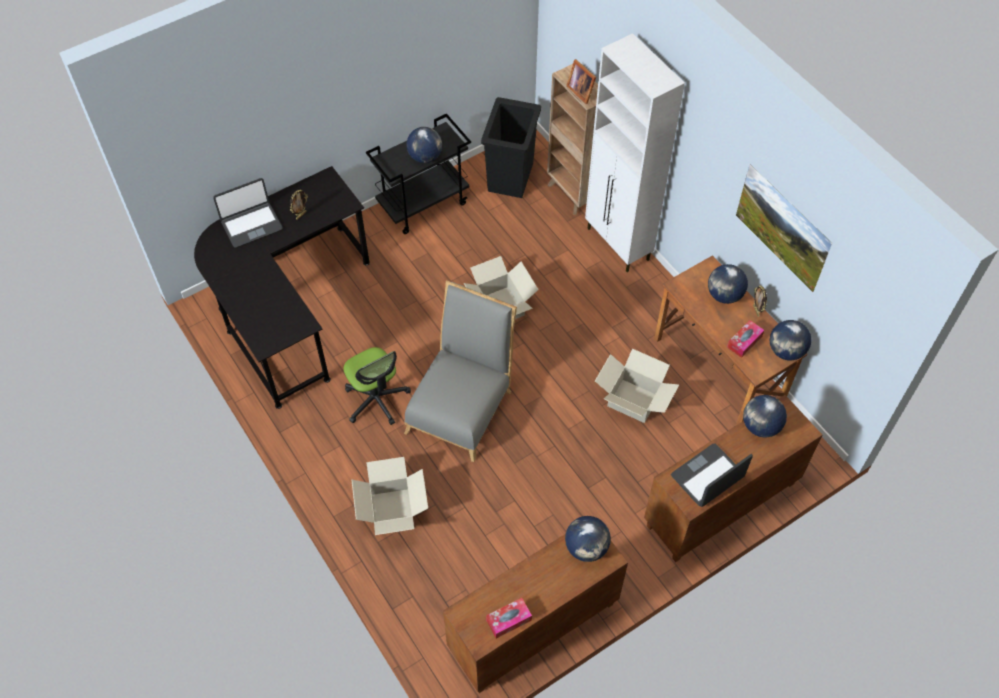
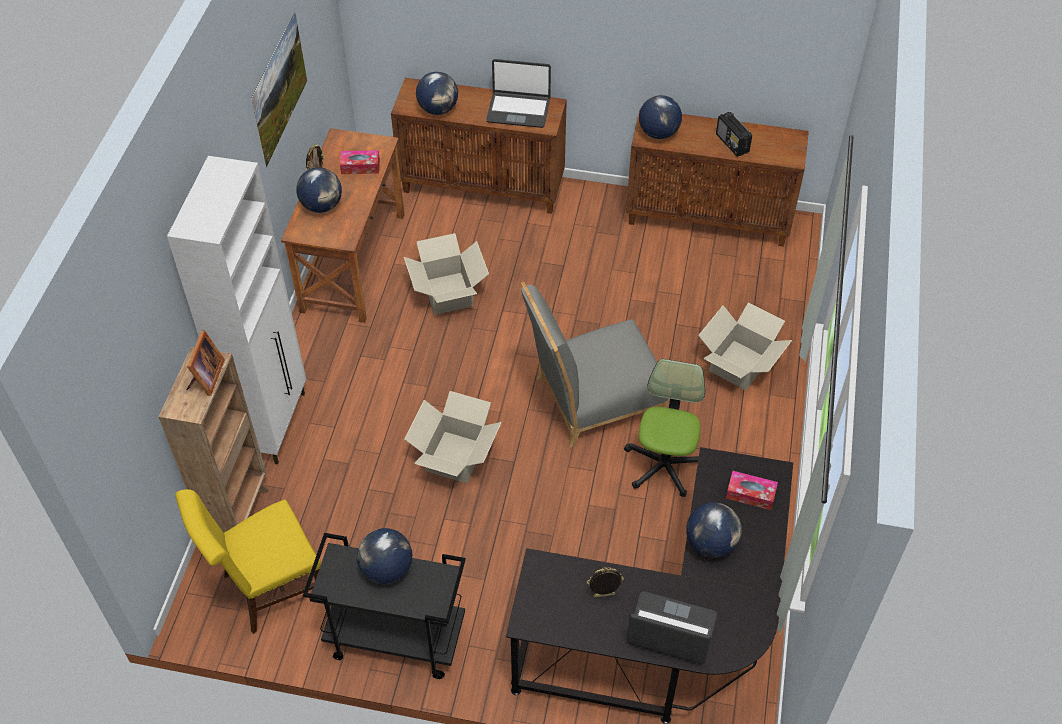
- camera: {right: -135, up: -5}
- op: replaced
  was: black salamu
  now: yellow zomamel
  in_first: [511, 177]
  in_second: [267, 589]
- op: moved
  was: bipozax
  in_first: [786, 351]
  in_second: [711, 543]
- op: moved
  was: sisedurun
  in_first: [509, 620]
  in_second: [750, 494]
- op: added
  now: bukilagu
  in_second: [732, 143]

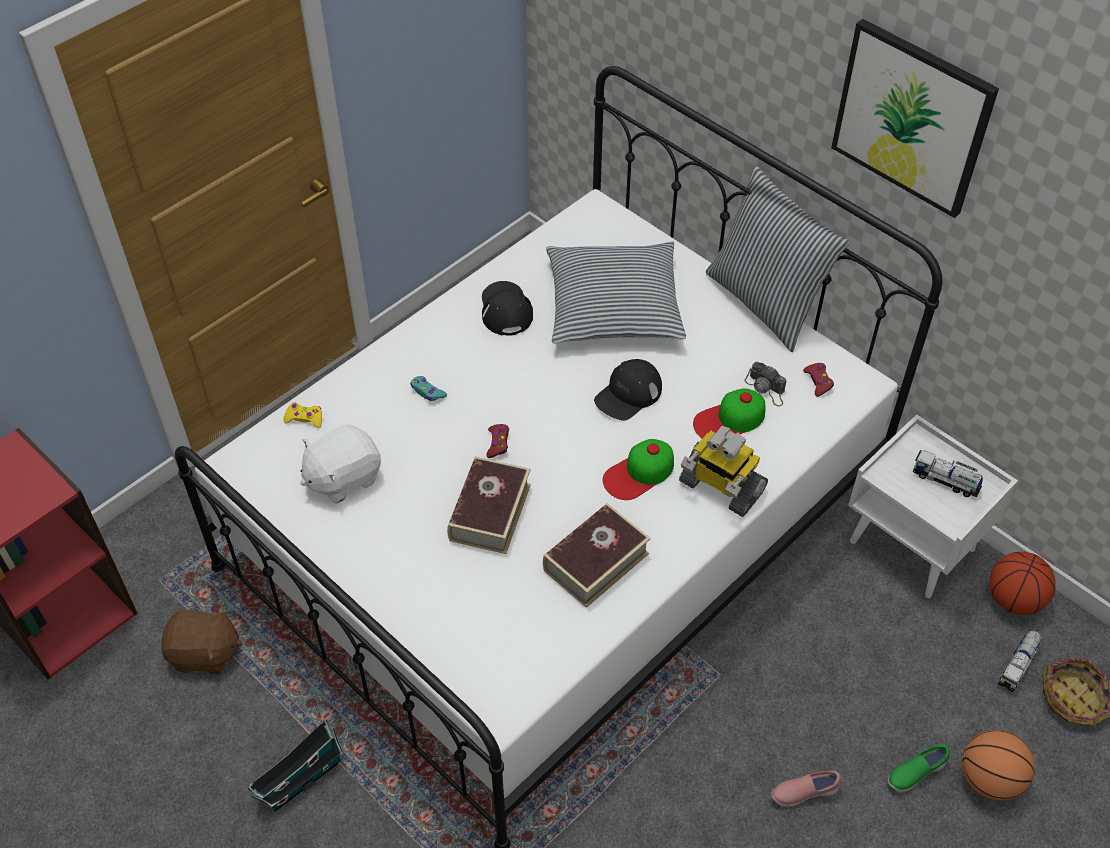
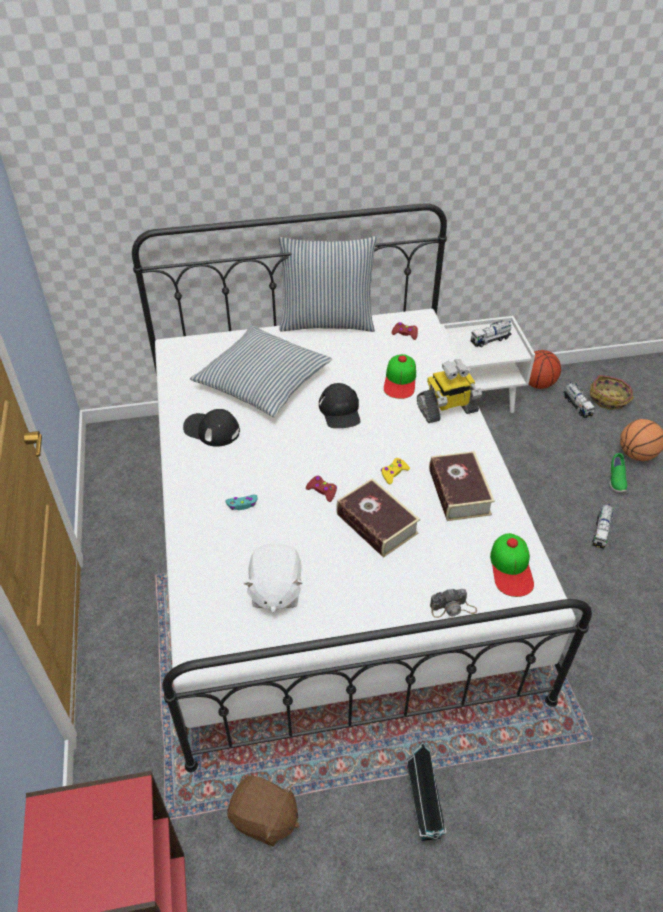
- camera: {right: -55, up: -5}
- op: removed
  was: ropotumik
  in_first: [912, 117]
- op: moved
  was: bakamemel
  in_first: [766, 389]
  in_second: [453, 608]
- op: moved
  was: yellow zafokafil
  in_first: [304, 418]
  in_second: [393, 473]
- op: moved
  was: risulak
  in_first: [639, 473]
  in_second: [511, 568]
- op: turned
  was: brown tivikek
  in_first: [204, 654]
  in_second: [264, 819]
  clockwise: 75
- op: replaced
  was: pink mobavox
  now: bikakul
  in_first: [803, 792]
  in_second: [601, 531]

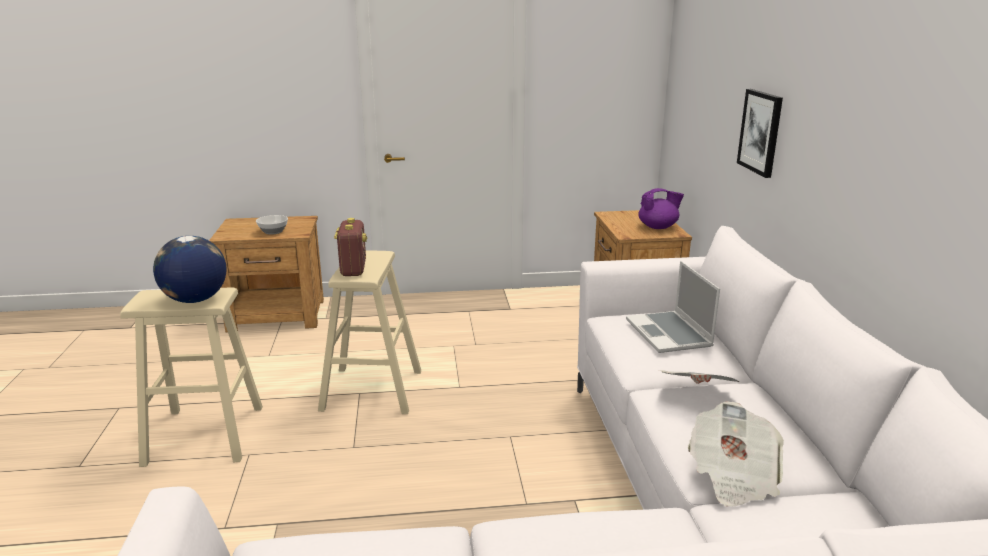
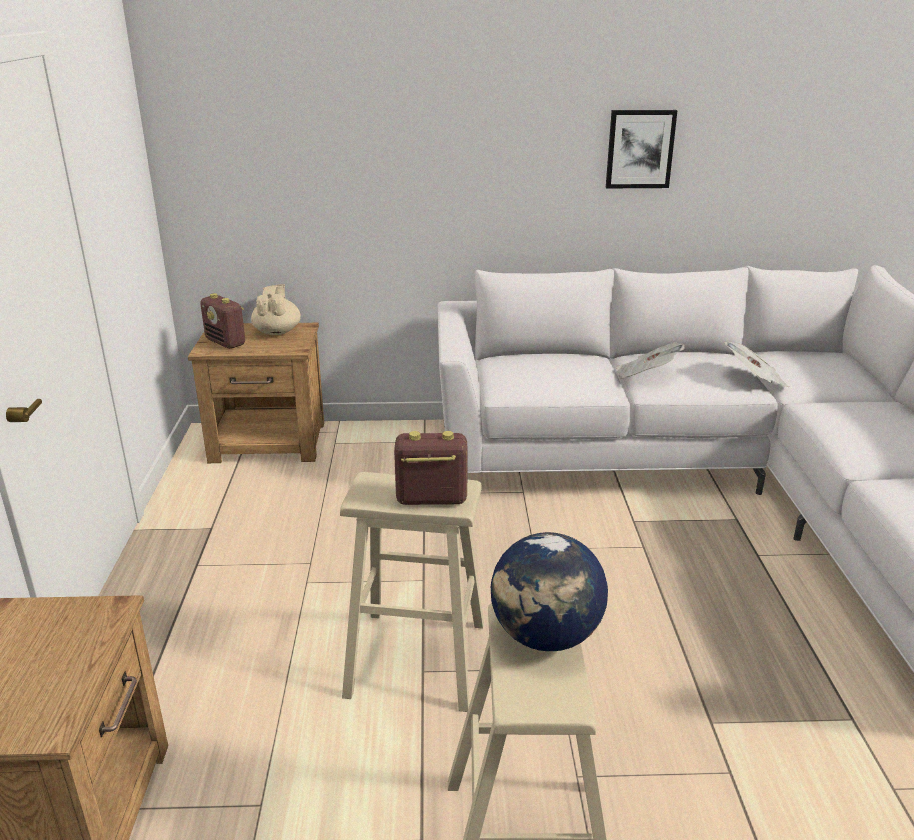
- camera: {right: -85, up: 5}
- op: moved
  was: ropotumik
  in_first: [760, 132]
  in_second: [640, 149]
- op: recoloured
  was: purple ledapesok
  now: beige ledapesok
  in_first: [658, 227]
  in_second: [277, 332]
- op: removed
  was: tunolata
  in_first: [272, 232]
- op: removed
  was: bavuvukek
  in_first: [670, 334]
- op: added
  now: bukilagu
  in_second: [226, 342]

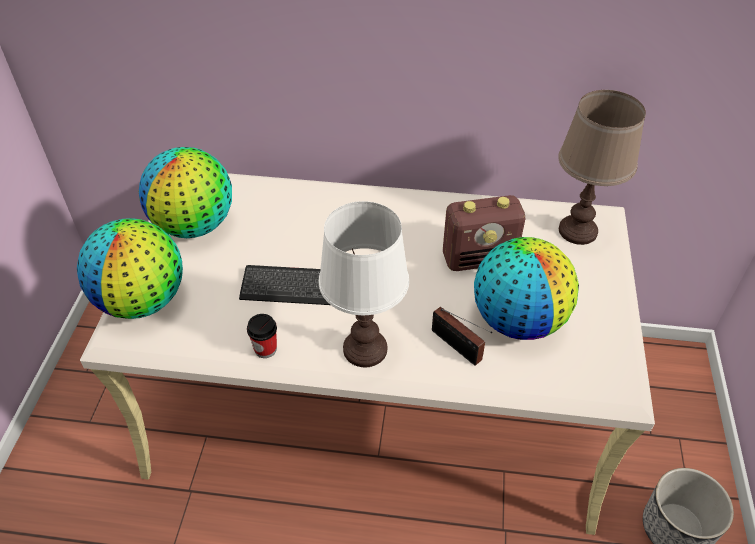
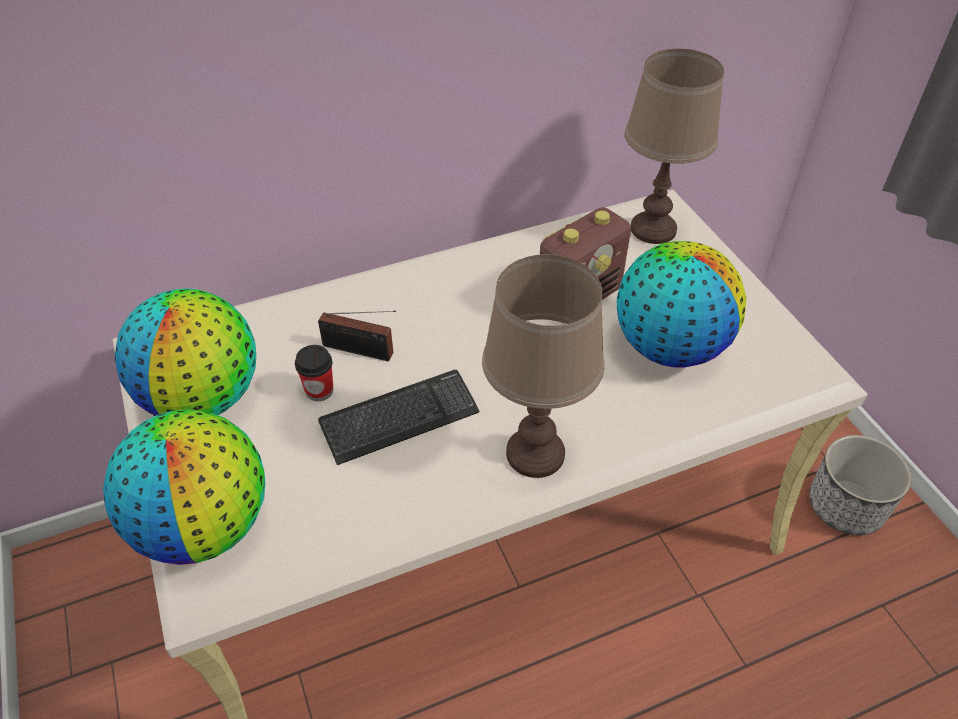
- camera: {right: -30, up: 0}
- op: recoloured
  was: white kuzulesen
  now: brown kuzulesen
  in_first: [364, 349]
  in_second: [535, 454]
- op: moved
  was: bukilagu
  in_first: [458, 348]
  in_second: [361, 351]
- op: moved
  was: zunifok
  in_first: [265, 349]
  in_second: [319, 390]

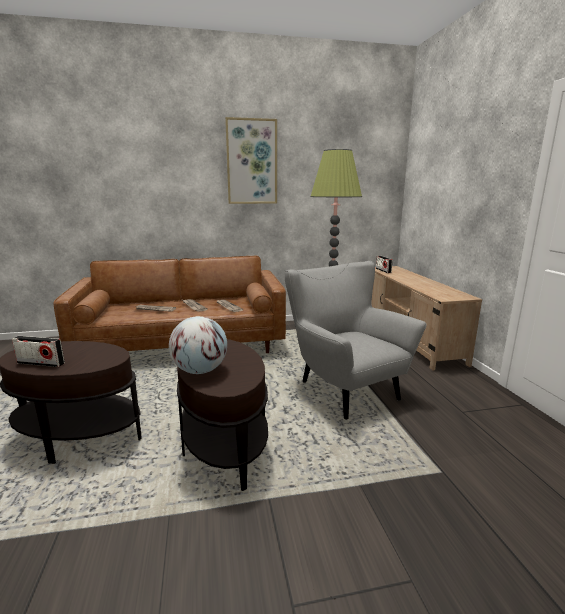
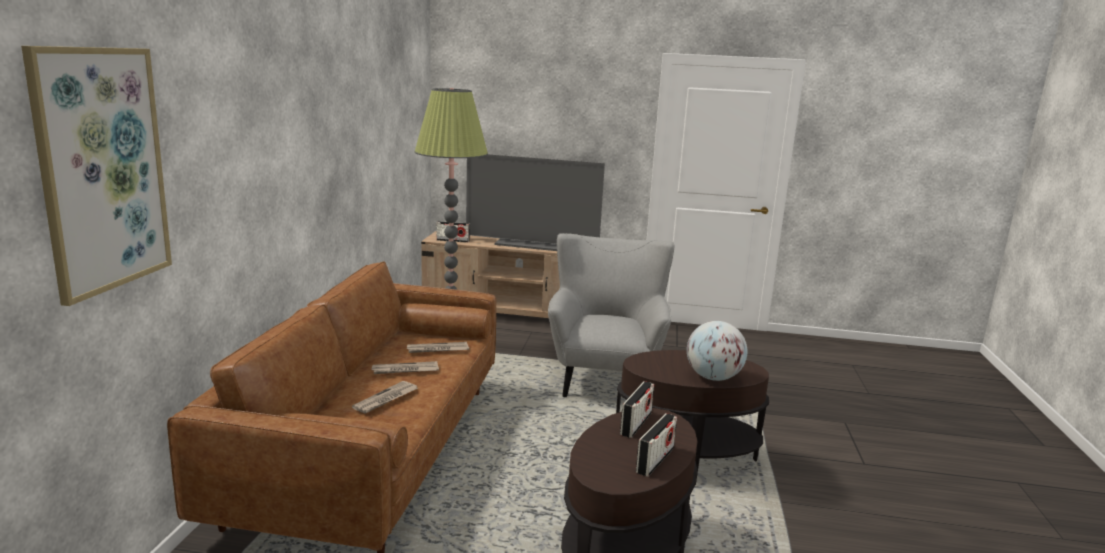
- camera: {right: -70, up: 0}
- op: moved
  was: ropotumik
  in_first: [252, 162]
  in_second: [102, 170]
- op: turned
  was: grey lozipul
  in_first: [342, 387]
  in_second: [605, 377]
  clockwise: 105
- op: added
  now: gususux
  in_second: [532, 244]
- op: added
  now: bukilagu
  in_second: [636, 424]

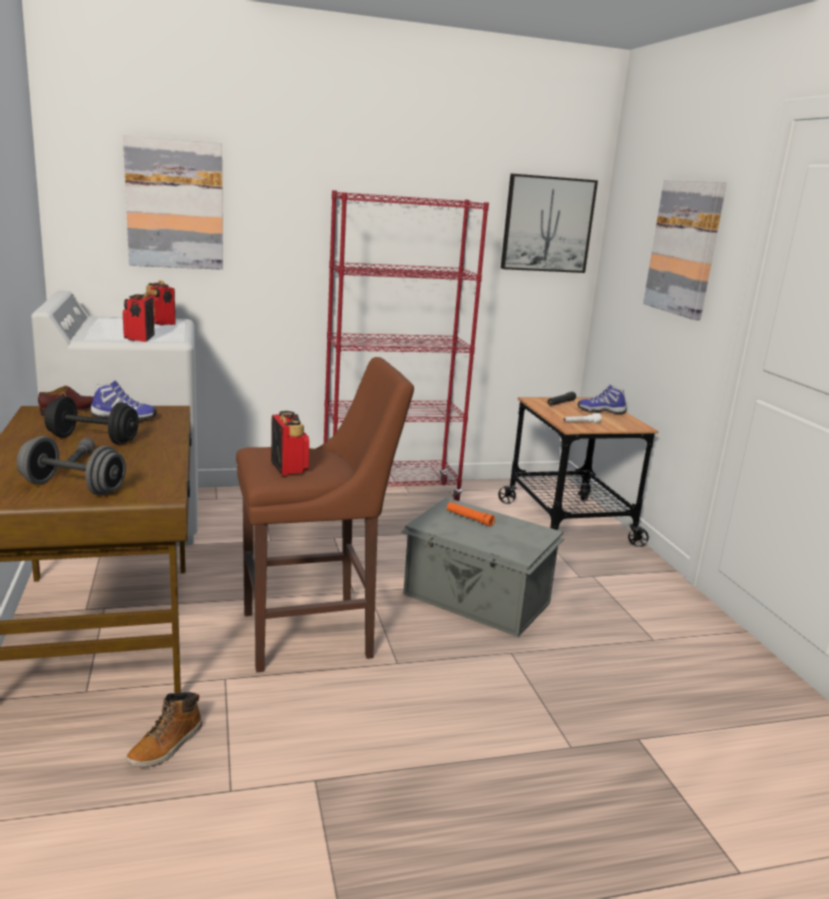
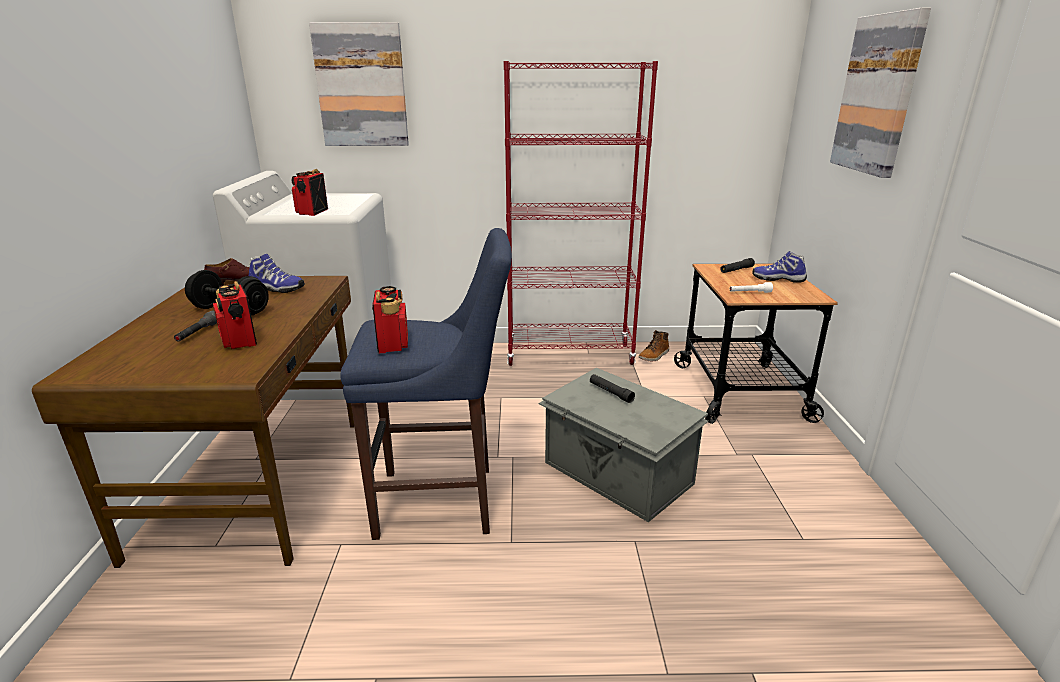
- camera: {right: 15, up: 5}
- op: removed
  was: ropotumik
  in_first: [547, 224]
- op: moved
  was: bukilagu
  in_first: [159, 323]
  in_second: [239, 341]
- op: recoloured
  was: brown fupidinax
  now: blue fupidinax
  in_first: [314, 634]
  in_second: [443, 501]
- op: removed
  was: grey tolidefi
  in_first: [73, 488]
- op: recoloured
  was: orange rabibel
  now: black rabibel
  in_first: [469, 518]
  in_second: [610, 392]
- op: moved
  was: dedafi
  in_first: [167, 745]
  in_second: [654, 356]

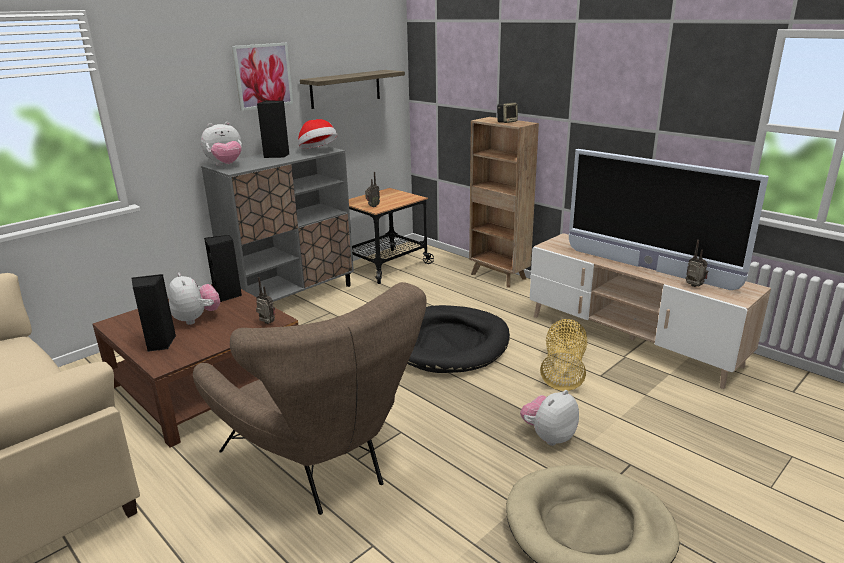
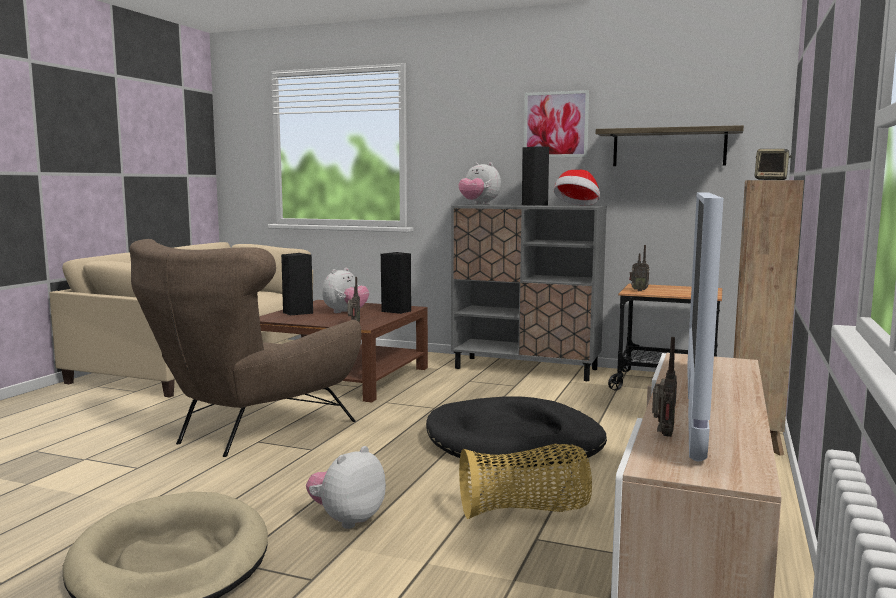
- camera: {right: 65, up: -15}
- op: turned
  was: tivikek
  in_first: [548, 436]
  in_second: [347, 520]
  clockwise: -75

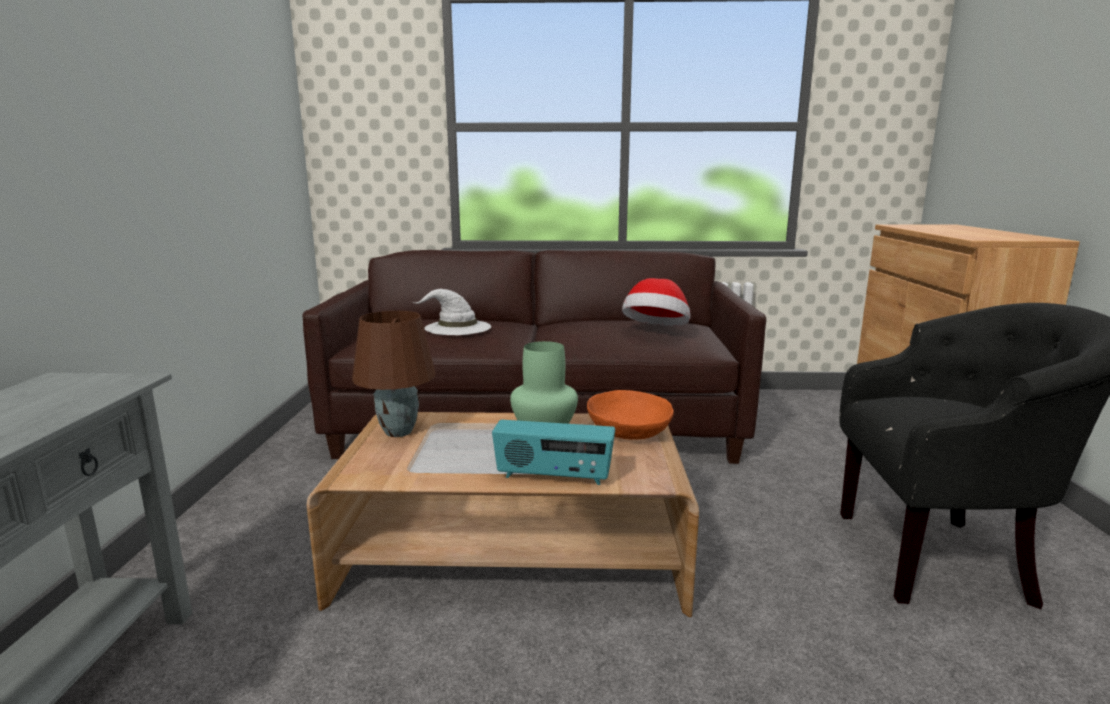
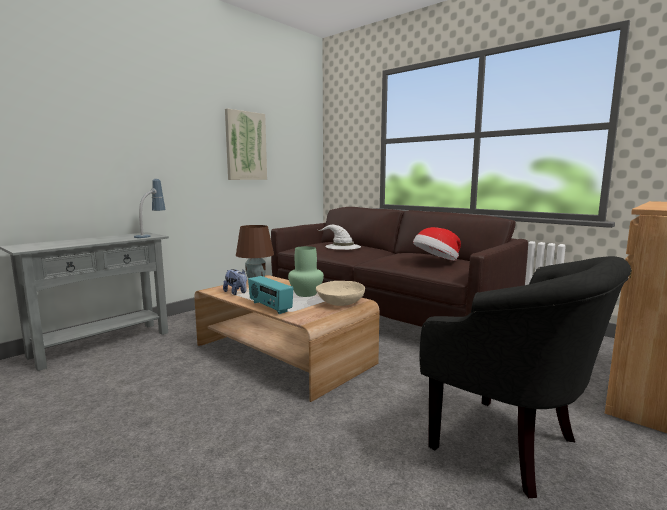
- camera: {right: 40, up: -5}
- op: recoloured
  was: orange tunolata
  now: beige tunolata
  in_first: [628, 432]
  in_second: [340, 302]
- op: added
  now: ropotumik
  in_second: [245, 146]
- op: added
  now: kuzulesen
  in_second: [151, 235]
- op: added
  now: tivikek
  in_second: [236, 293]

